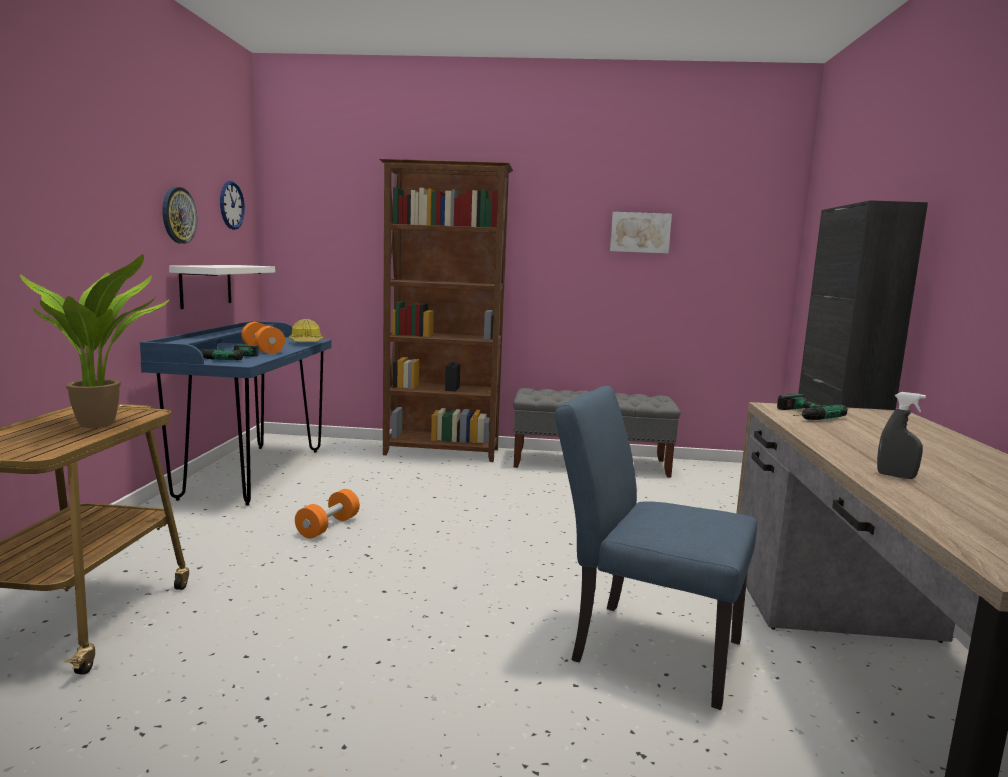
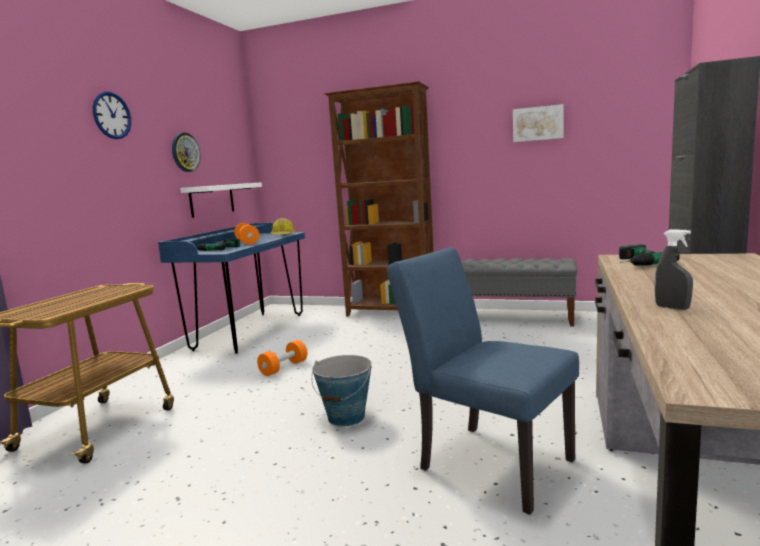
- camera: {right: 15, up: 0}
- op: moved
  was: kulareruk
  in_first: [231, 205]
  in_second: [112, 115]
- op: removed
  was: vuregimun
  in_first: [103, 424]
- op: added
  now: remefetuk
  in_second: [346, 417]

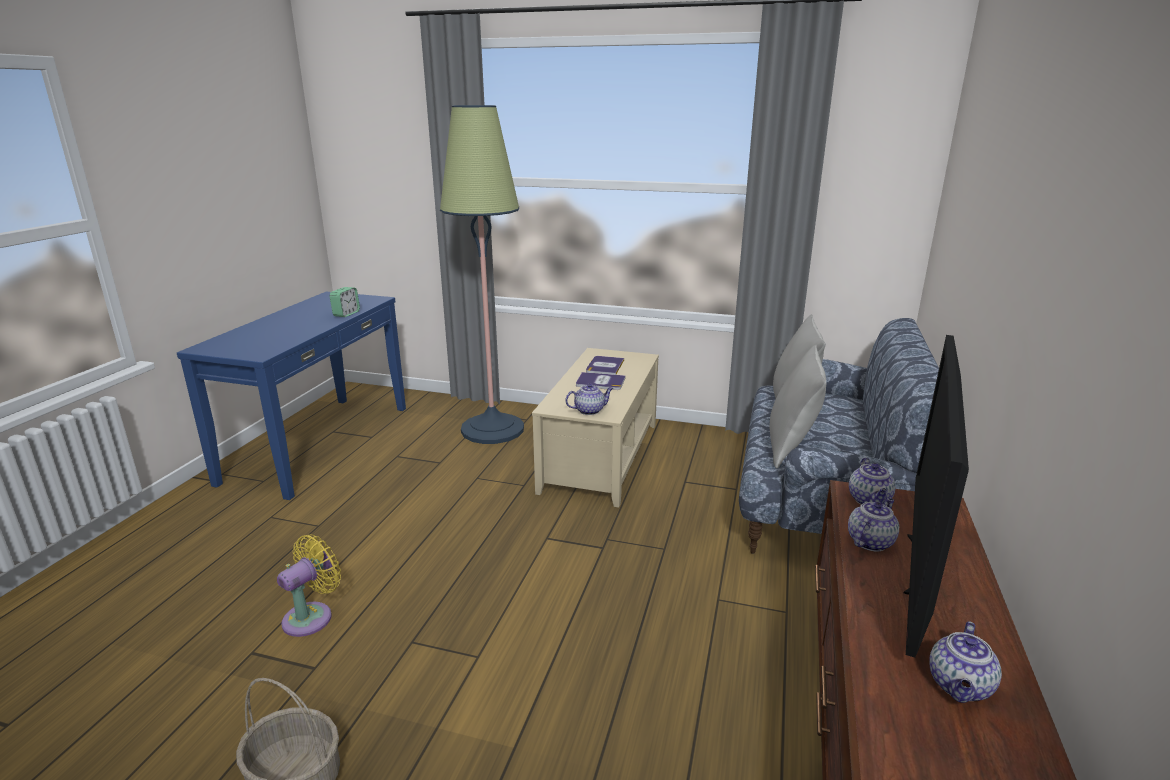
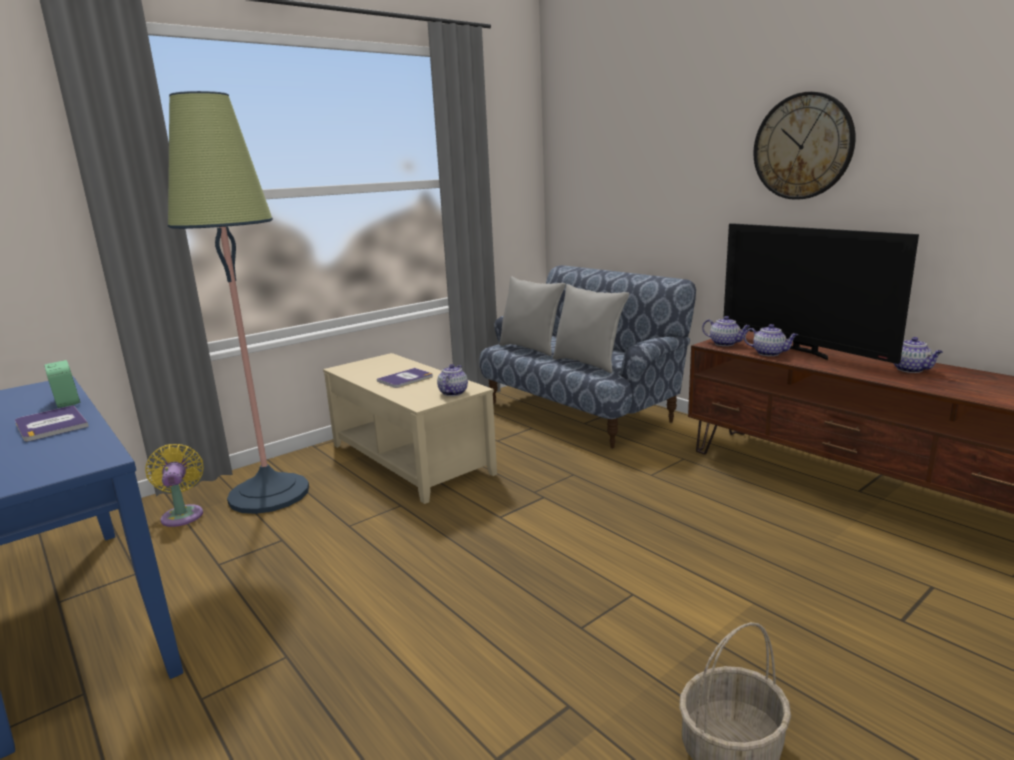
- camera: {right: -55, up: -5}
- op: moved
  was: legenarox
  in_first: [605, 366]
  in_second: [51, 424]
- op: turned
  was: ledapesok
  in_first: [870, 541]
  in_second: [769, 353]
  clockwise: 135
- op: moved
  was: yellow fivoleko
  in_first: [312, 616]
  in_second: [182, 514]
- op: added
  now: kulareruk
  in_second: [803, 146]

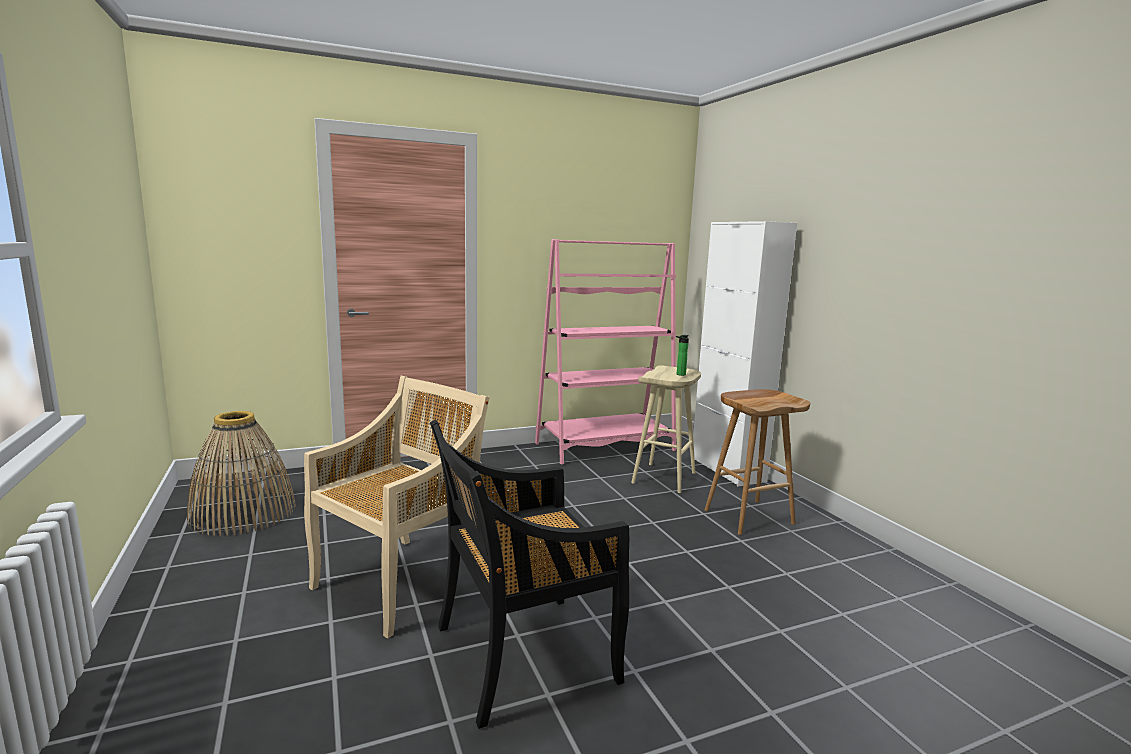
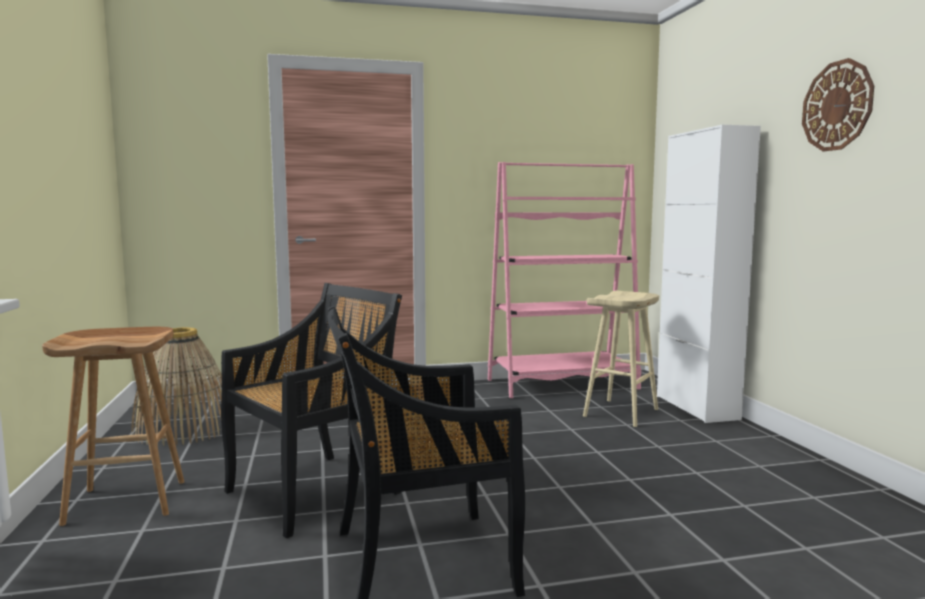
- camera: {right: 10, up: -5}
- op: removed
  was: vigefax
  in_first: [679, 374]
- op: recoloured
  was: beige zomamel
  now: black zomamel
  in_first: [401, 582]
  in_second: [315, 491]
- op: moved
  was: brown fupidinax
  in_first: [749, 516]
  in_second: [128, 501]
- op: added
  now: kulareruk
  in_second: [837, 106]

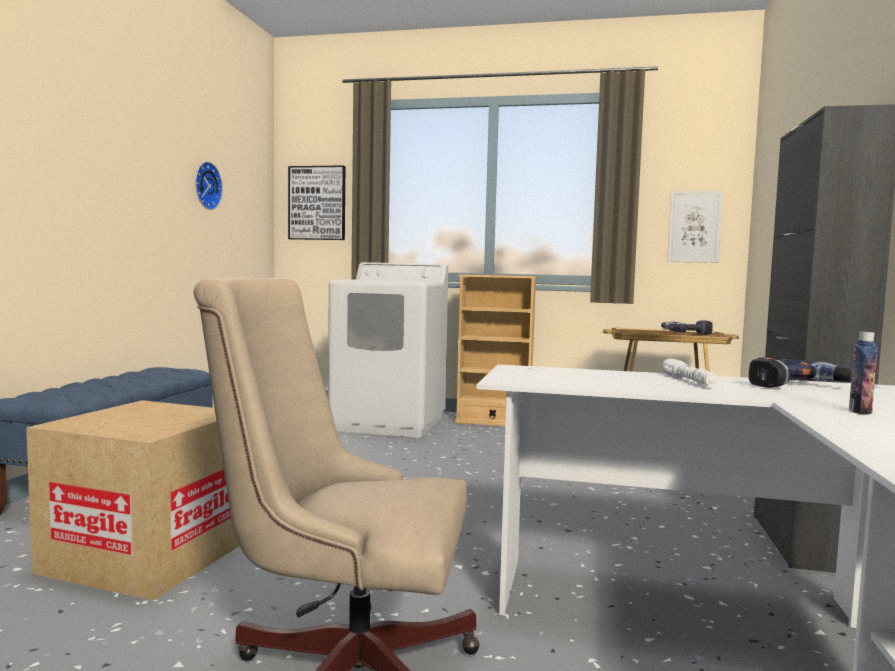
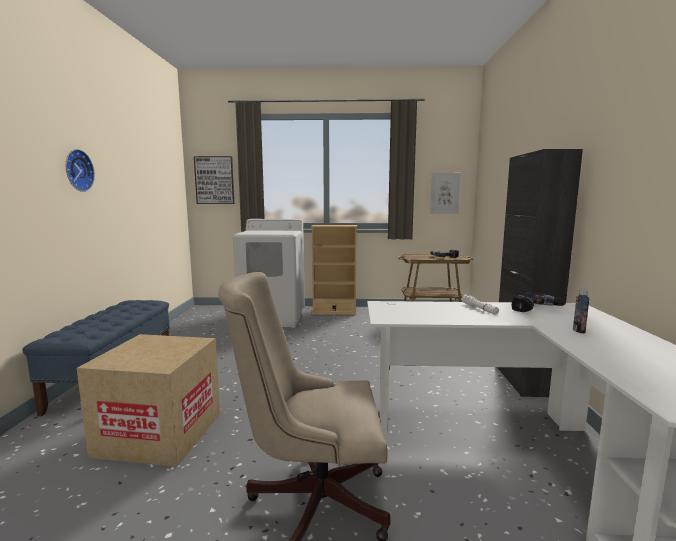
- camera: {right: -10, up: 5}
- op: moved
  was: kulareruk
  in_first: [205, 186]
  in_second: [77, 170]

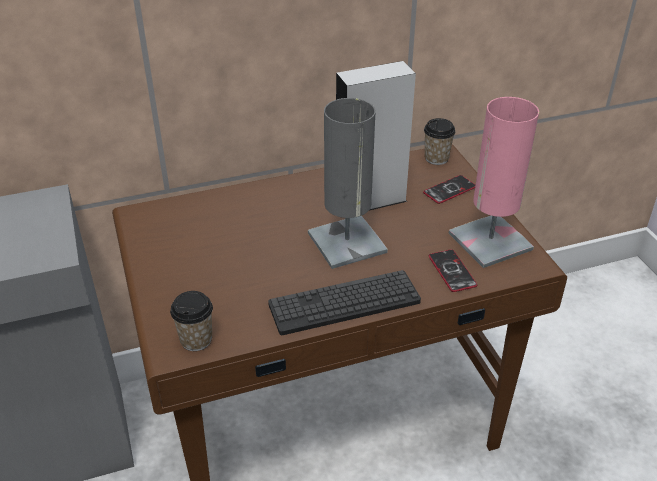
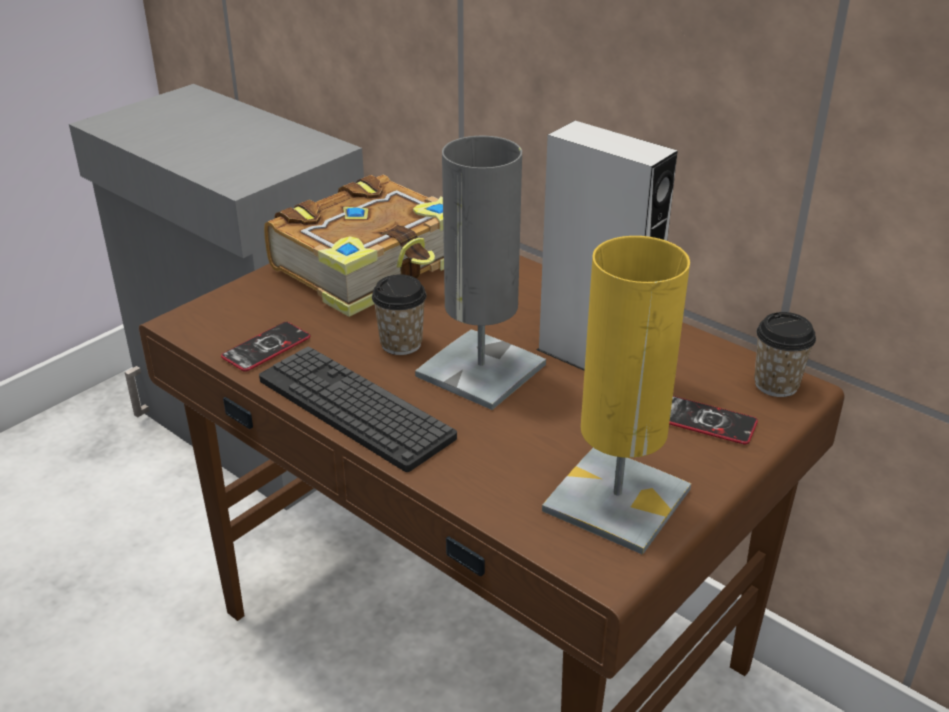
- camera: {right: 60, up: -5}
- op: recoloured
  was: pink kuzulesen
  now: yellow kuzulesen
  in_first: [490, 241]
  in_second: [616, 500]
- op: moved
  was: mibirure
  in_first: [452, 271]
  in_second: [266, 348]
- op: moved
  was: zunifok
  in_first: [196, 340]
  in_second: [401, 344]
- op: added
  now: legenarox
  in_second: [372, 266]

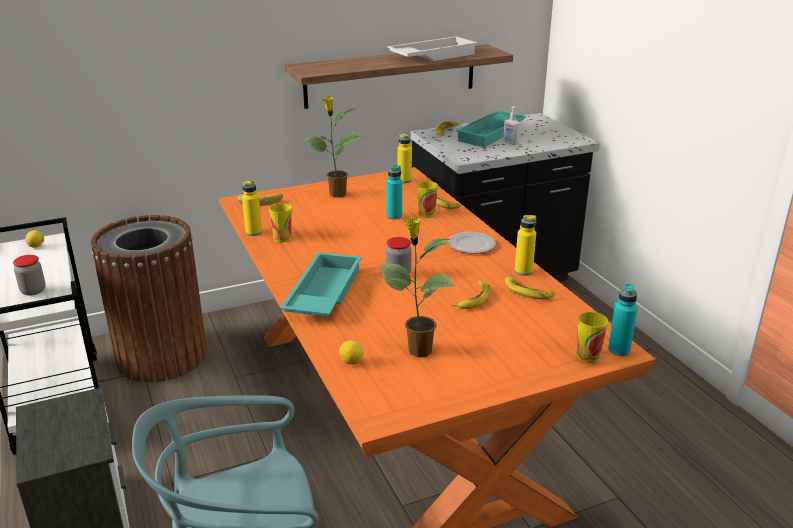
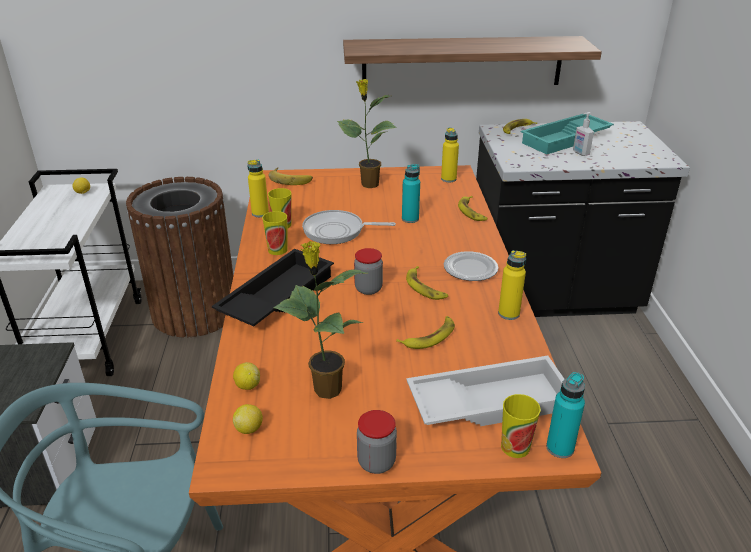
- camera: {right: 20, up: 5}
- op: moved
  was: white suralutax
  in_first: [432, 56]
  in_second: [488, 401]
- op: moved
  was: zunifok
  in_first: [427, 214]
  in_second: [277, 250]
- op: recoloured
  was: turquoise suralutax
  now: black suralutax
  in_first: [322, 293]
  in_second: [276, 296]
- op: moved
  was: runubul
  in_first: [33, 291]
  in_second: [376, 462]
- op: moved
  was: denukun
  in_first: [527, 291]
  in_second: [425, 287]
- op: added
  now: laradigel
  in_second: [337, 231]
- op: added
  now: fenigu
  in_second: [249, 429]

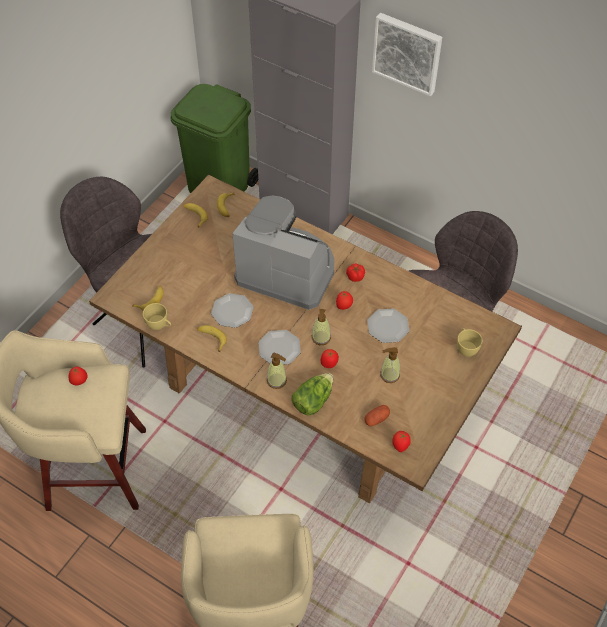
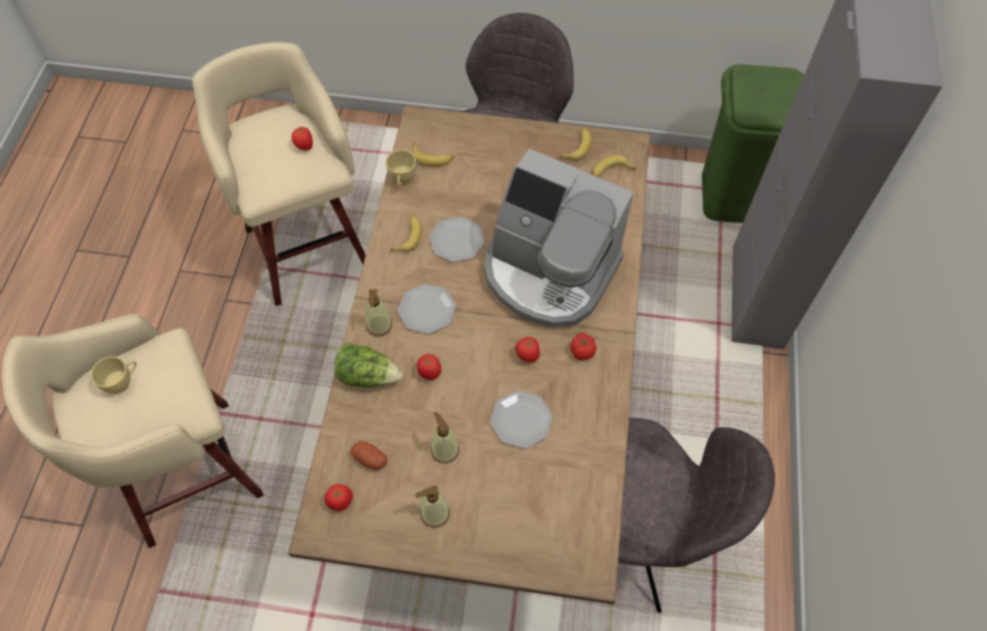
- camera: {right: 65, up: 5}
- op: removed
  was: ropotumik
  in_first: [407, 52]
- op: turned
  was: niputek
  in_first: [287, 270]
  in_second: [549, 272]
  clockwise: 120
- op: moved
  was: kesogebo
  in_first: [321, 338]
  in_second: [434, 513]
- op: moved
  was: yellow zunifok
  in_first: [466, 348]
  in_second: [122, 382]

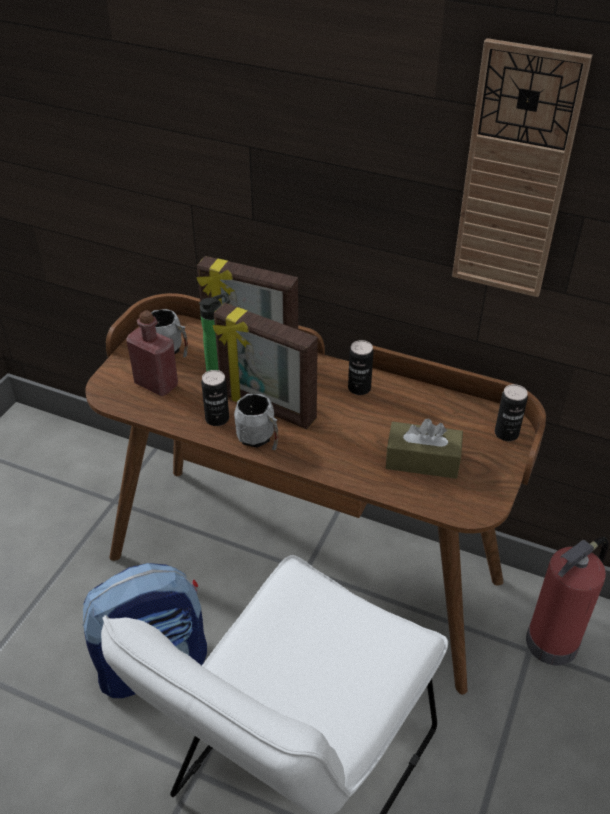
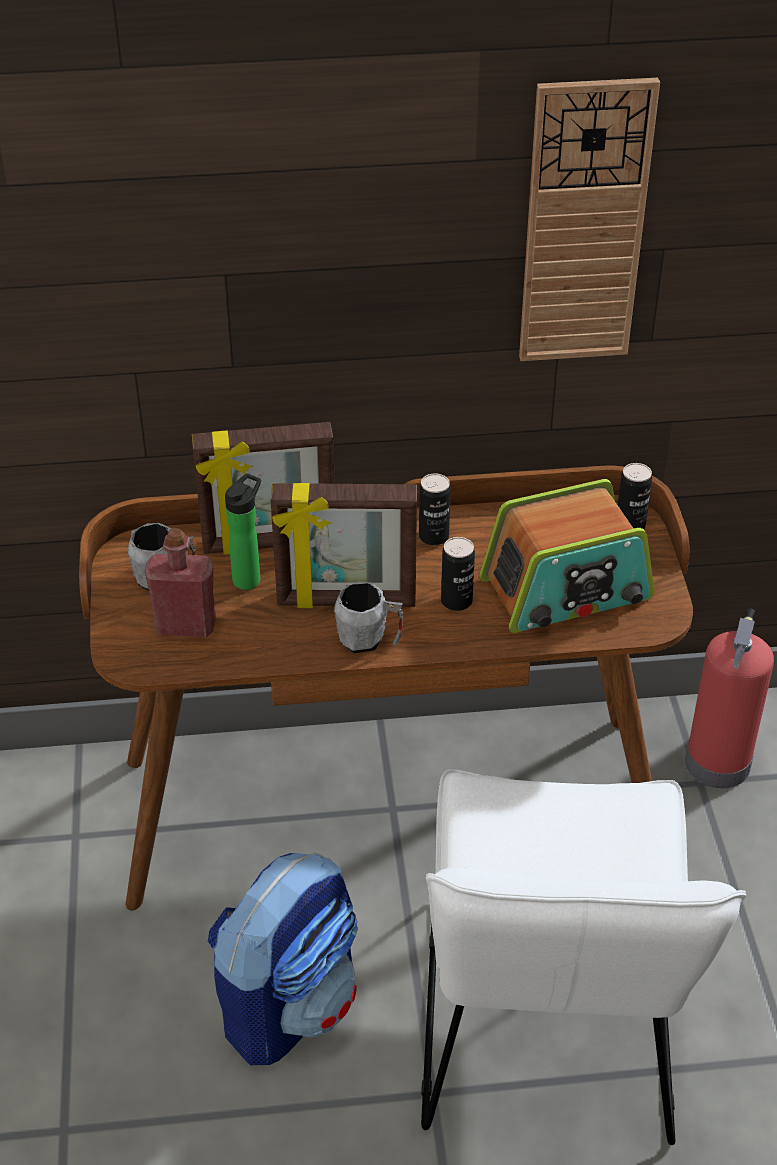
- camera: {right: -30, up: 0}
- op: moved
  was: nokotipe
  in_first: [217, 419]
  in_second: [456, 601]
- op: replaced
  was: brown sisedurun
  now: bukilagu
  in_first: [422, 460]
  in_second: [566, 590]

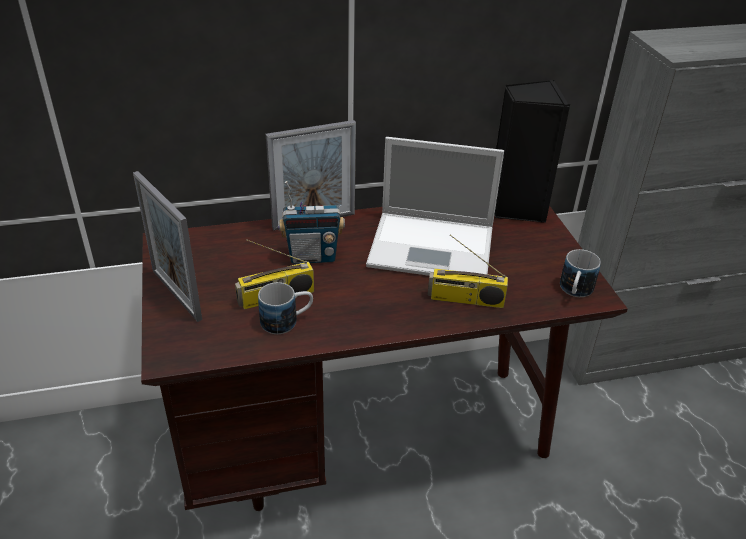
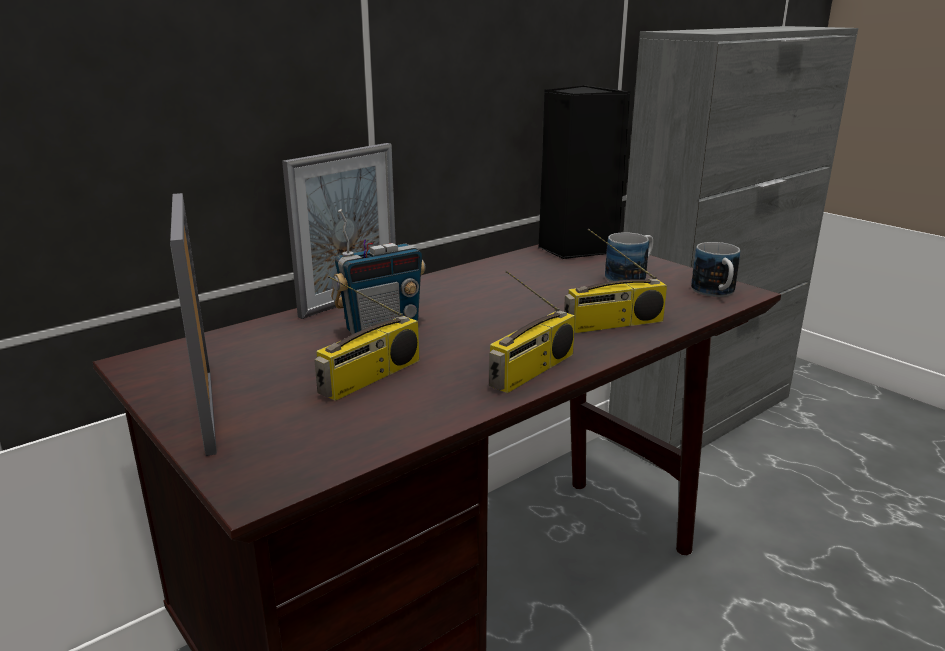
- camera: {right: -25, up: -15}
- op: removed
  was: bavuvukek
  in_first: [434, 247]
- op: turned
  was: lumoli
  in_first: [176, 294]
  in_second: [208, 411]
  clockwise: 45
- op: moved
  was: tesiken
  in_first: [287, 321]
  in_second: [631, 276]
- op: added
  now: bukilagu
  in_second: [532, 371]

